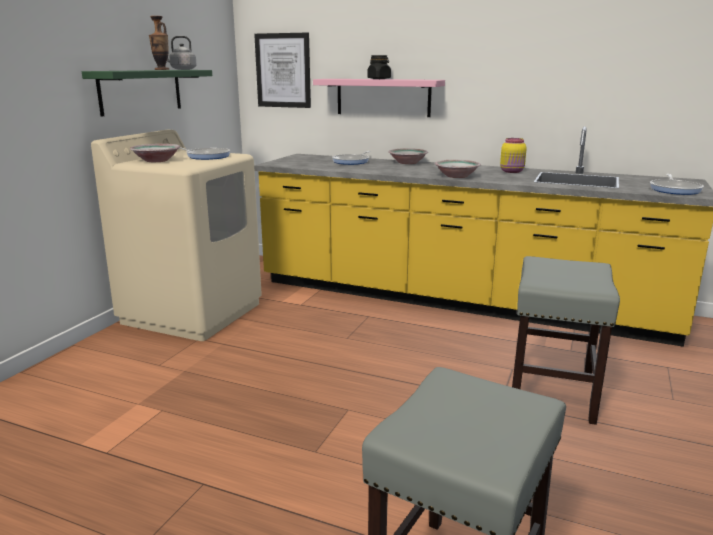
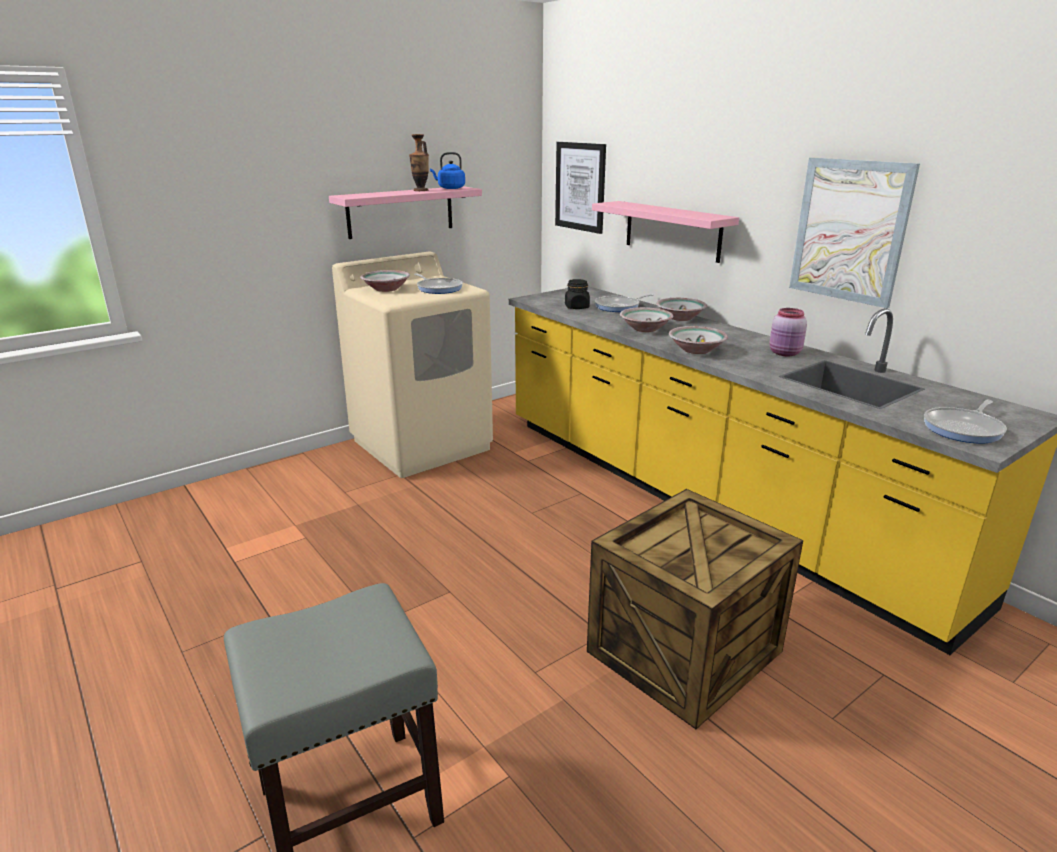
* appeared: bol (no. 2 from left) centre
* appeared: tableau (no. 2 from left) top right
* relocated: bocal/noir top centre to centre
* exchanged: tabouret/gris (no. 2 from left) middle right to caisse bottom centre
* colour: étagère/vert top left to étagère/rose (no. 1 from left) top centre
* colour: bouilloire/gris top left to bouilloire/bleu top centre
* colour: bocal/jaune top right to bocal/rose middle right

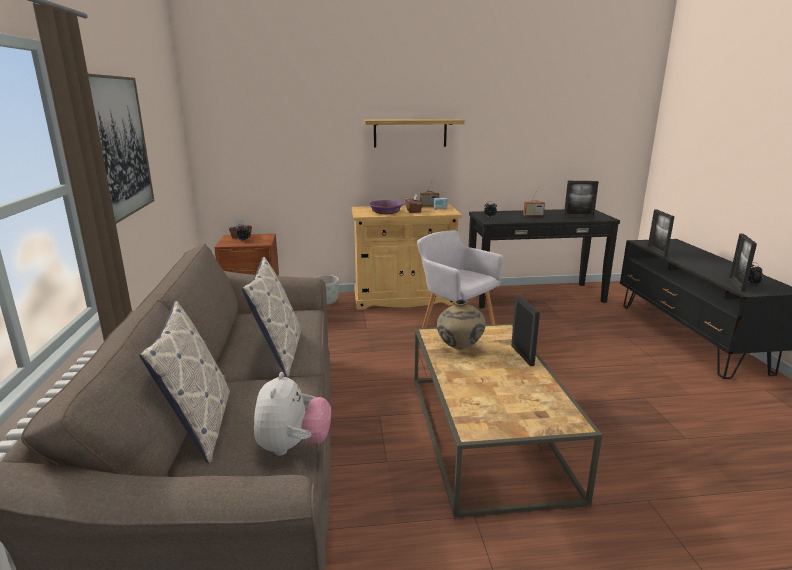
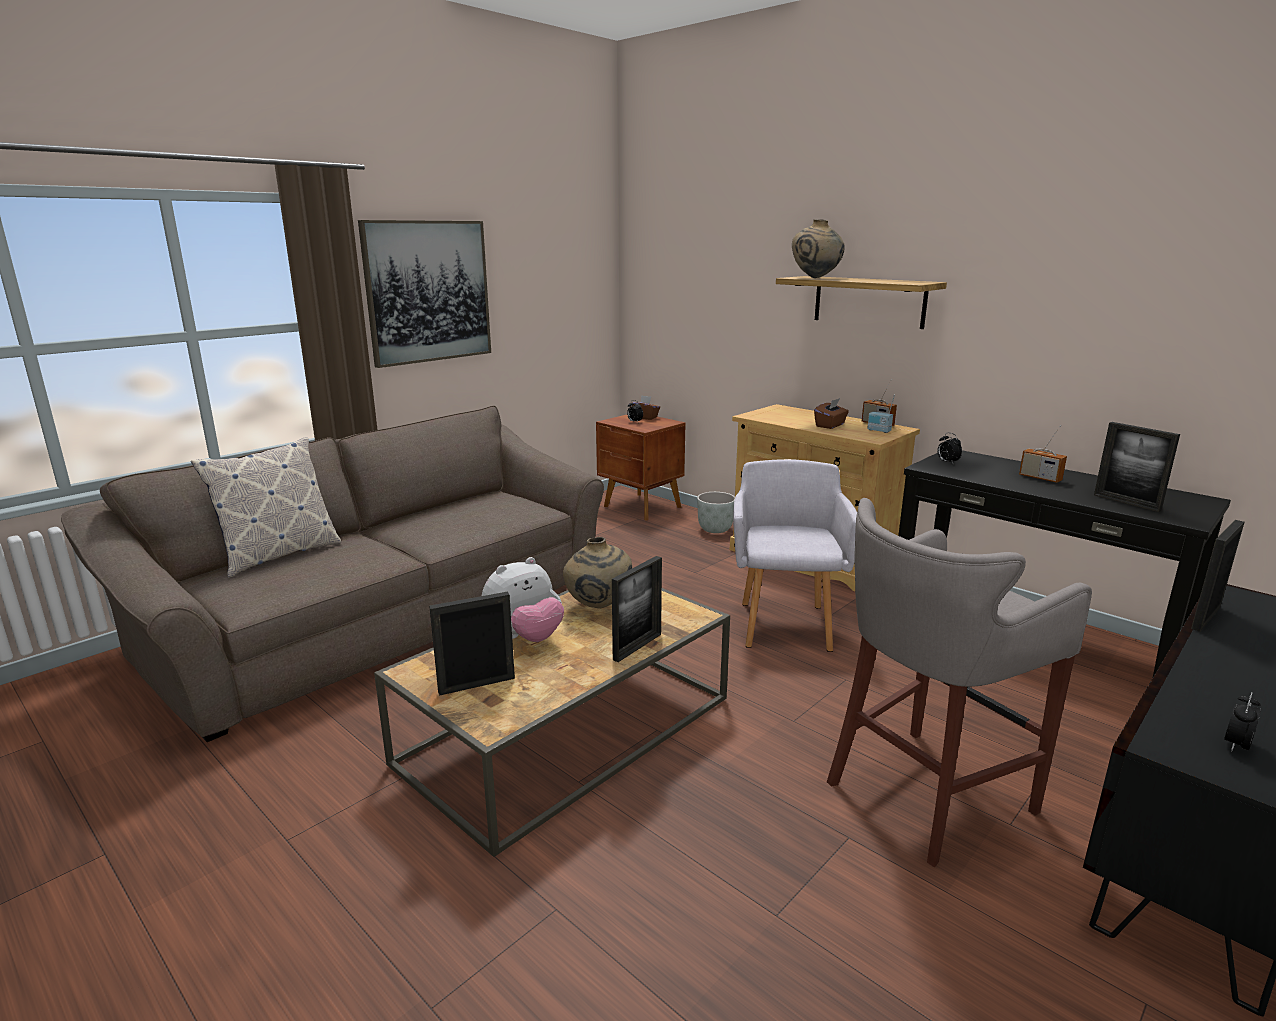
* missing: coussin (no. 2 from left) centre
* missing: bol/violet centre
* appeared: vase/beige (no. 2 from left) top centre
* appeared: tabouret/gris bottom right
* relocated: peluche bottom centre to centre
* relocated: cadre photo (no. 4 from left in the first image) middle right to cadre photo (no. 1 from left) centre

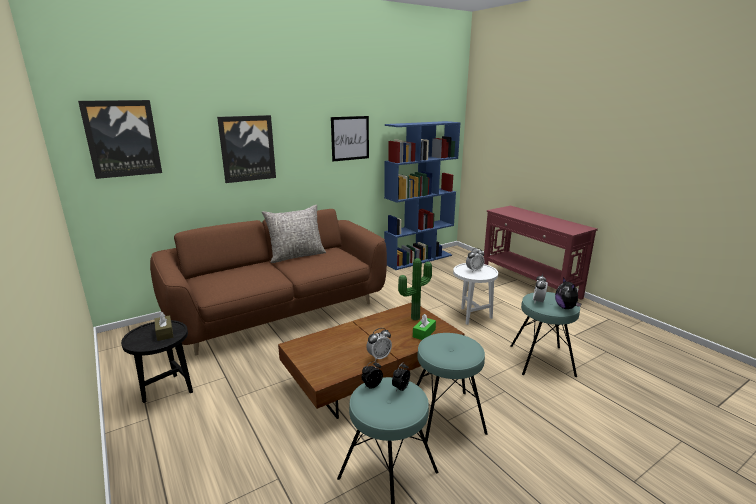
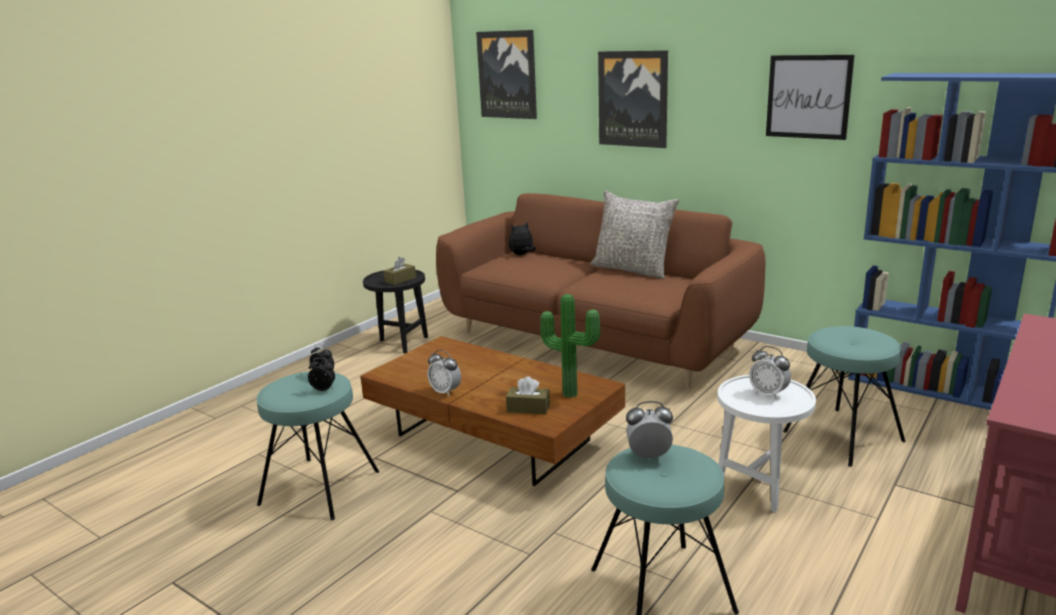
* relocated: tabouret/turquoise (no. 2 from left in the first image) bottom centre to tabouret/turquoise (no. 3 from left) middle right
* relocated: peluche middle right to centre
* colour: boîte à mouchoirs/vert centre to boîte à mouchoirs/marron (no. 2 from left) centre

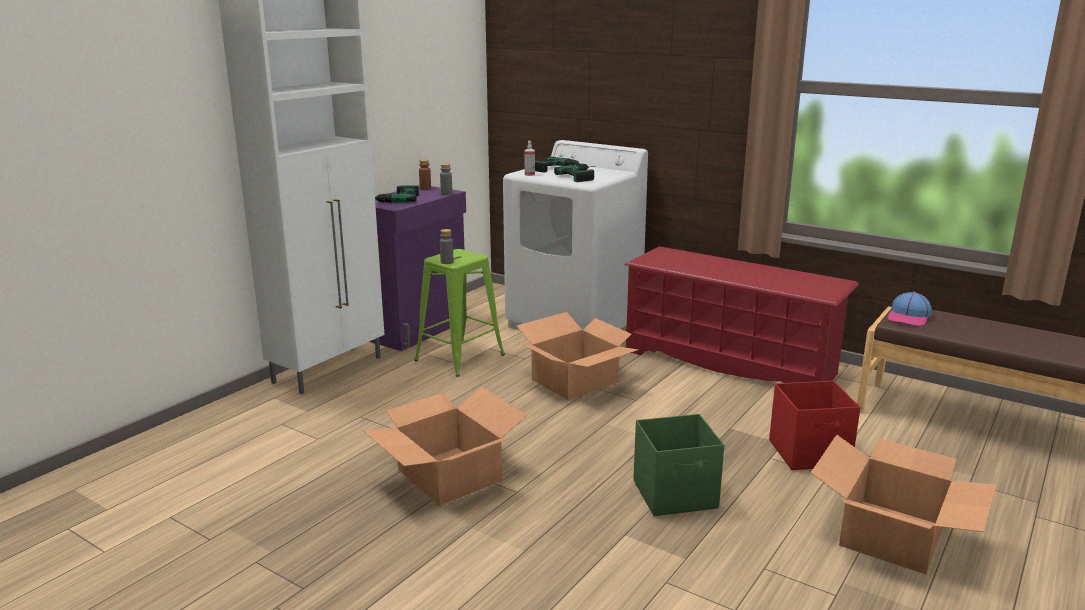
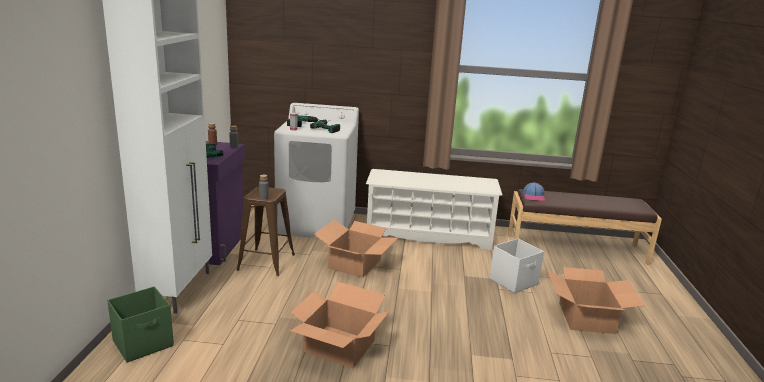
* relocated: boîte de rangement/vert bottom centre to bottom left
* colour: tabouret/vert centre to tabouret/marron centre
* colour: étagère à chaussures/rouge middle right to étagère à chaussures/blanc centre
* colour: boîte de rangement/rouge bottom right to boîte de rangement/blanc bottom right

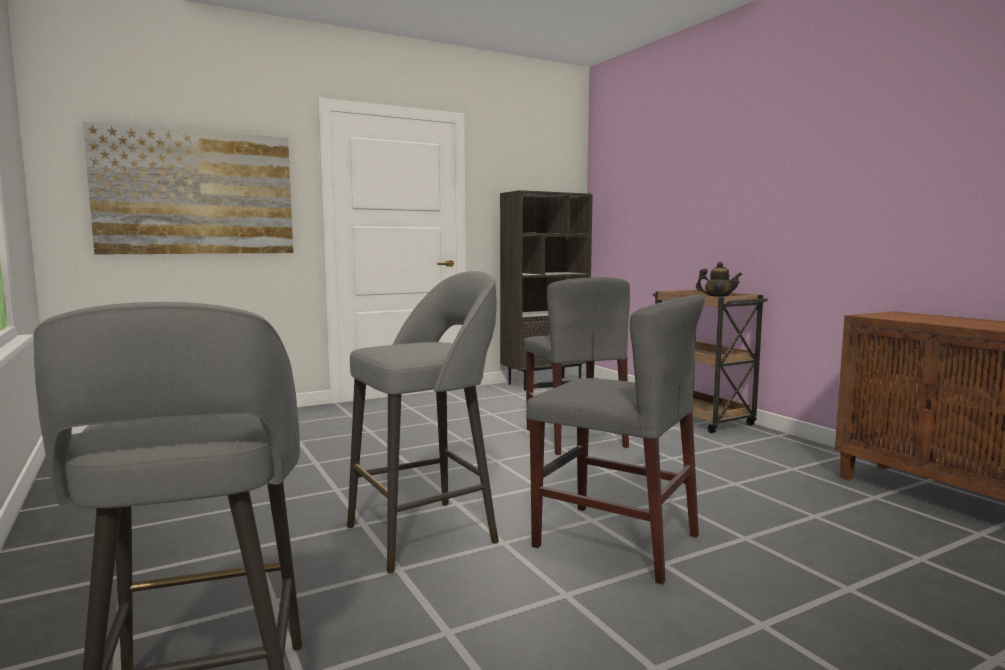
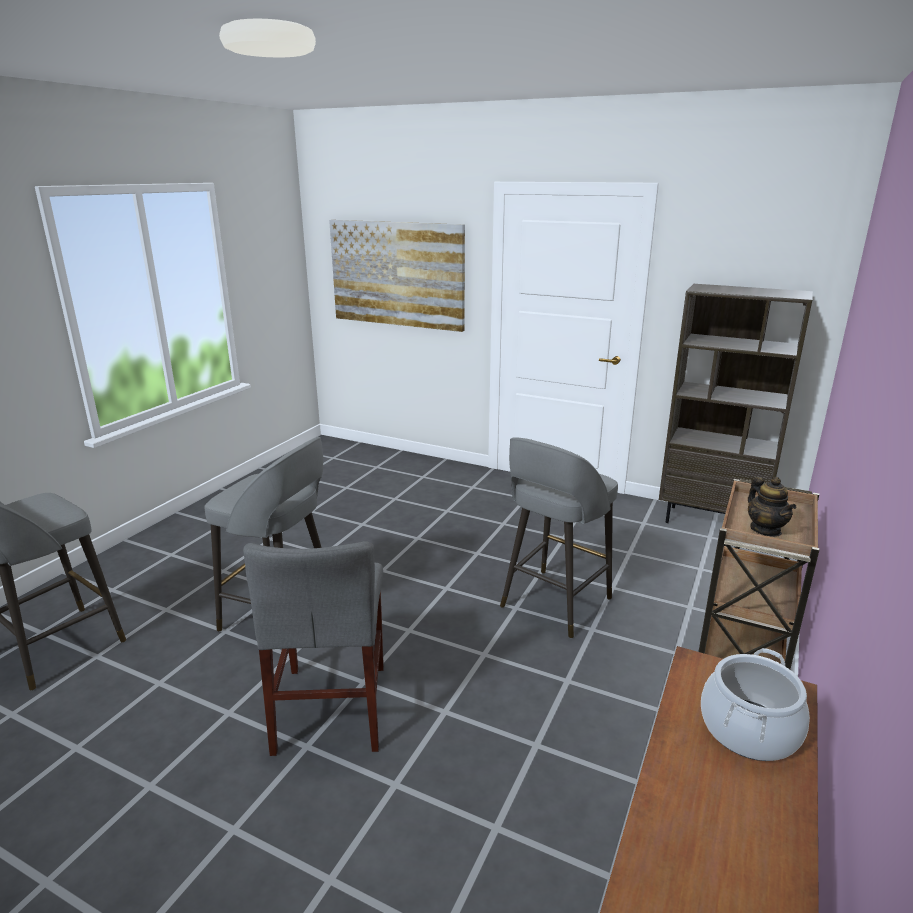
* appeared: marmite bottom right
* exchanged: chaise/gris (no. 1 from left) centre to tabouret/gris (no. 3 from left) centre

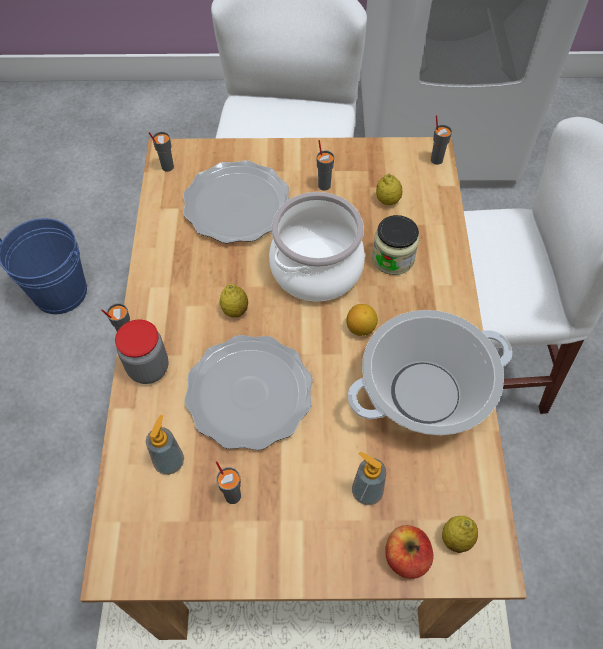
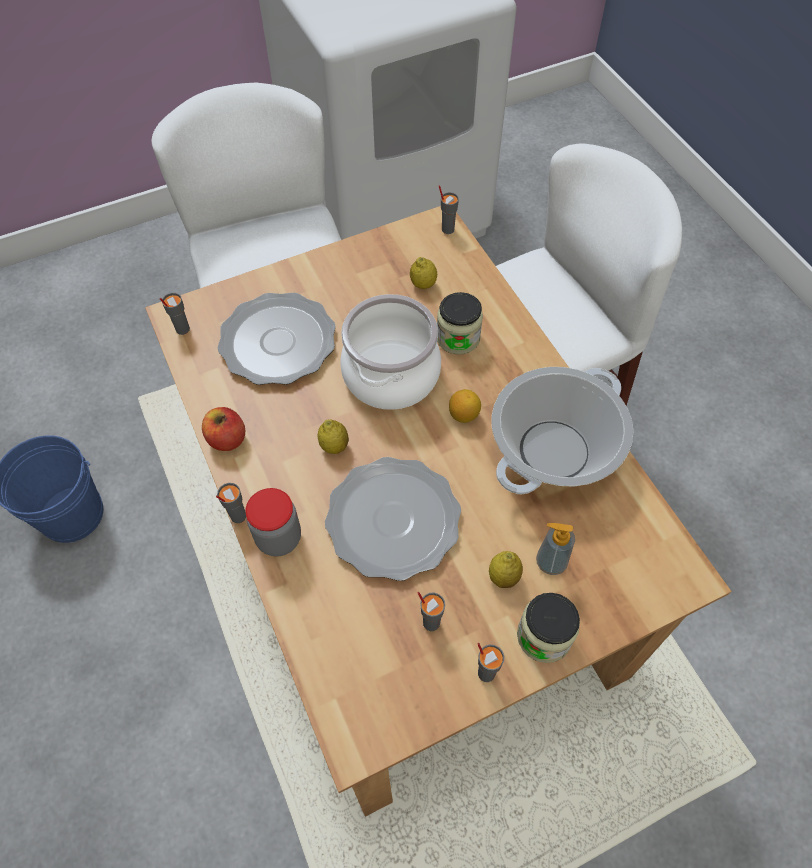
* missing: distributeur de savon (no. 1 from left) bottom left
* appeared: bocal (no. 3 from left) bottom right
* relocated: tasse/gris (no. 4 from left in the first image) top centre to tasse/gris (no. 5 from left) bottom centre
* relocated: pomme bottom right to middle left
* relocated: citron (no. 4 from left) bottom right to centre

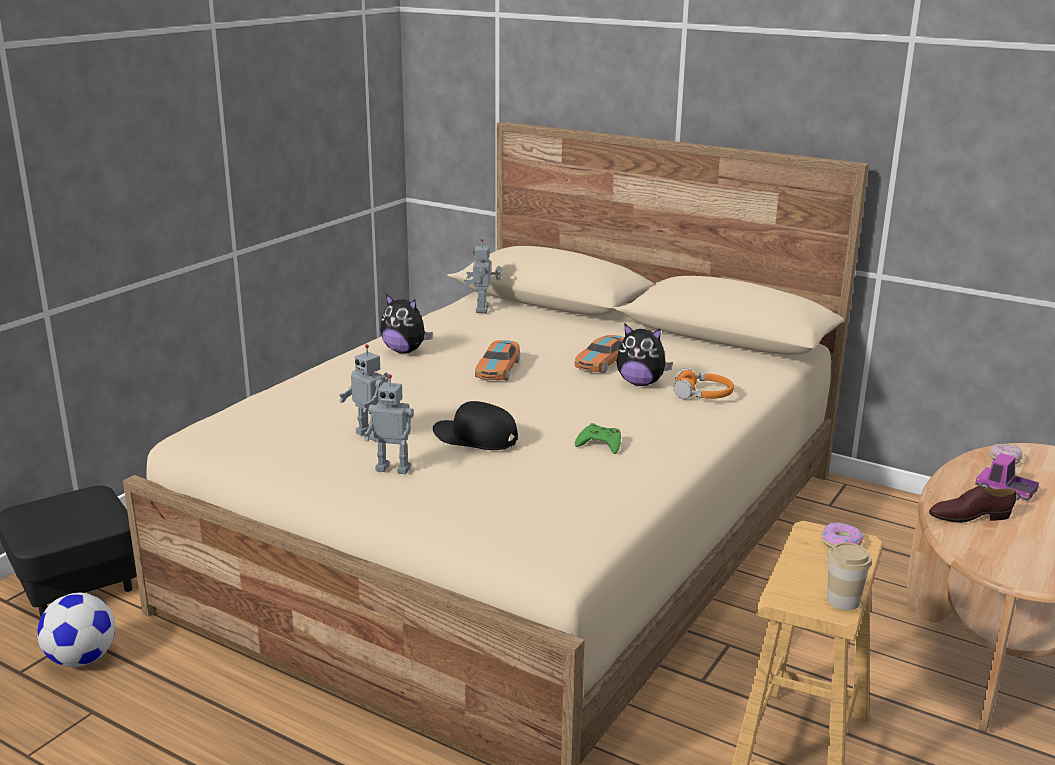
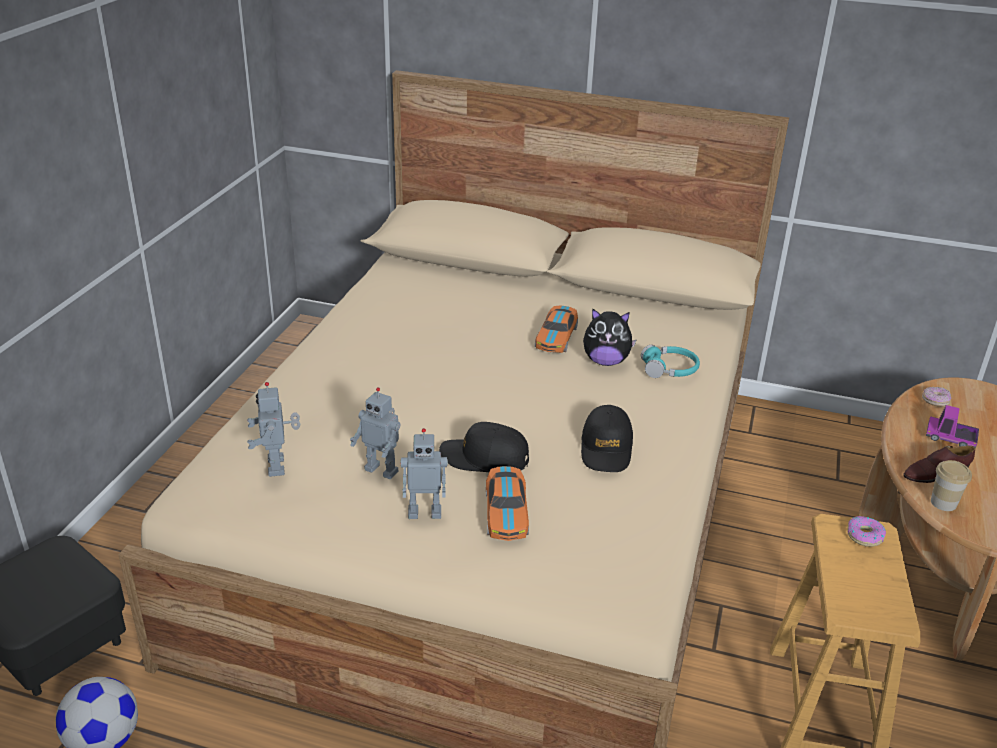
* missing: peluche (no. 1 from left) centre
* relocated: robot jouet (no. 3 from left in the first image) centre to robot jouet (no. 1 from left) middle left
* relocated: petite voiture (no. 1 from left) centre to bottom centre
* relocated: tasse bottom right to middle right
* exchanged: manette/vert centre to casquette/noir (no. 2 from left) centre
* colour: casque audio/orange middle right to casque audio/turquoise middle right

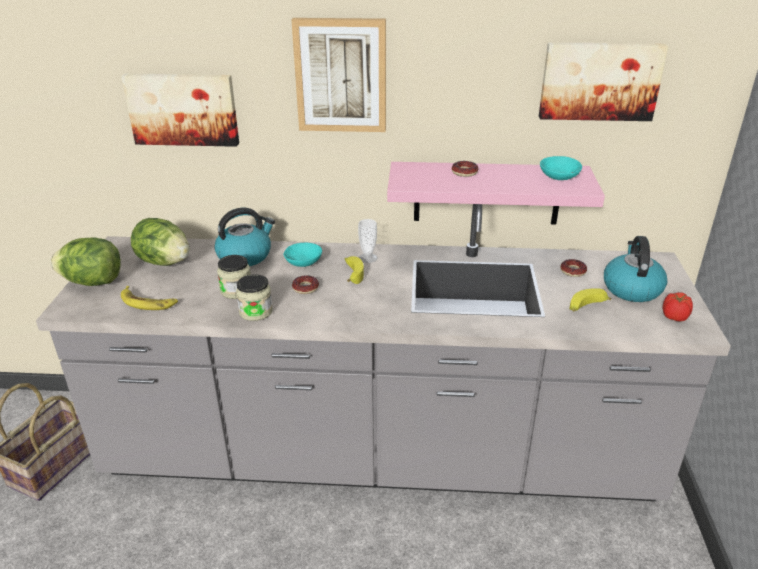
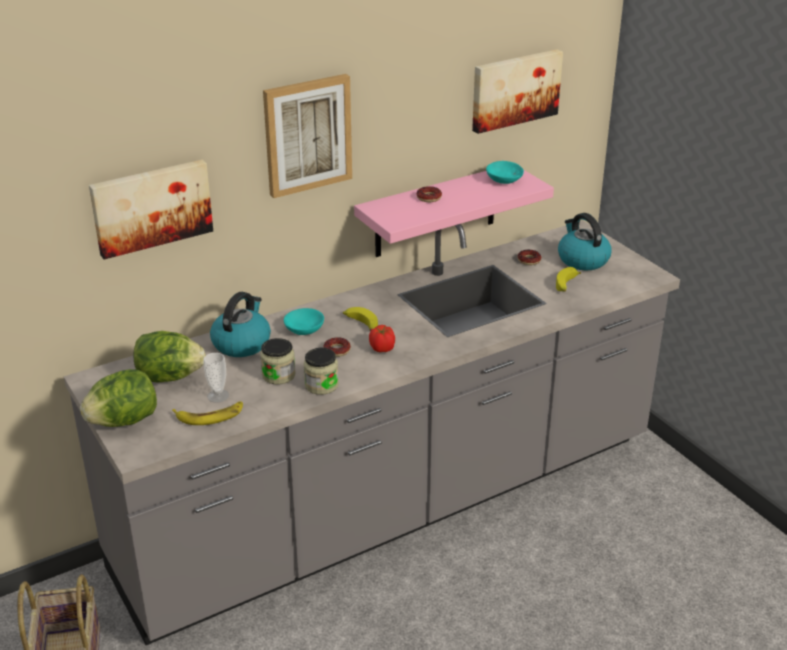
* relocated: tasse centre to middle left
* relocated: tomate middle right to centre

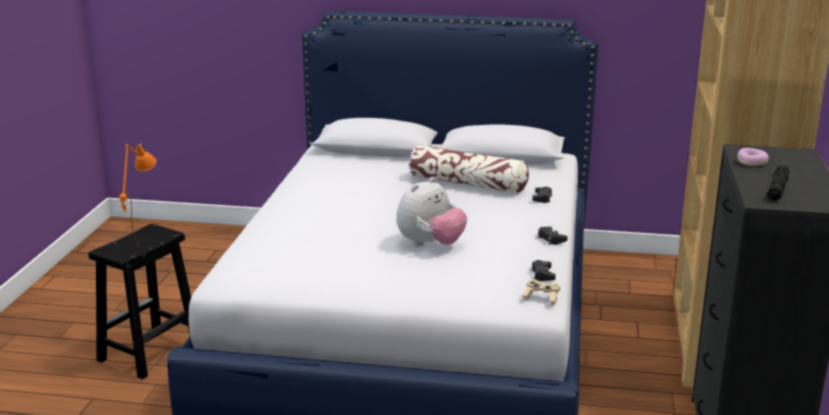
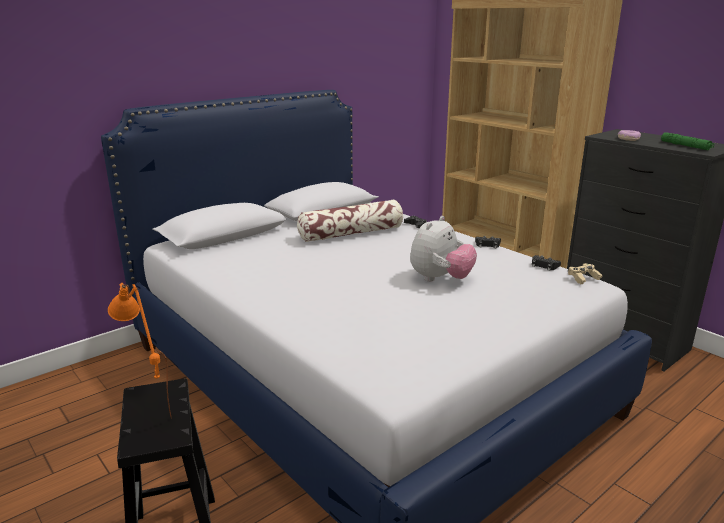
* colour: lampe de poche/noir middle right to lampe de poche/vert top right
* spun: peluche centre = centre 45 degrees clockwise

